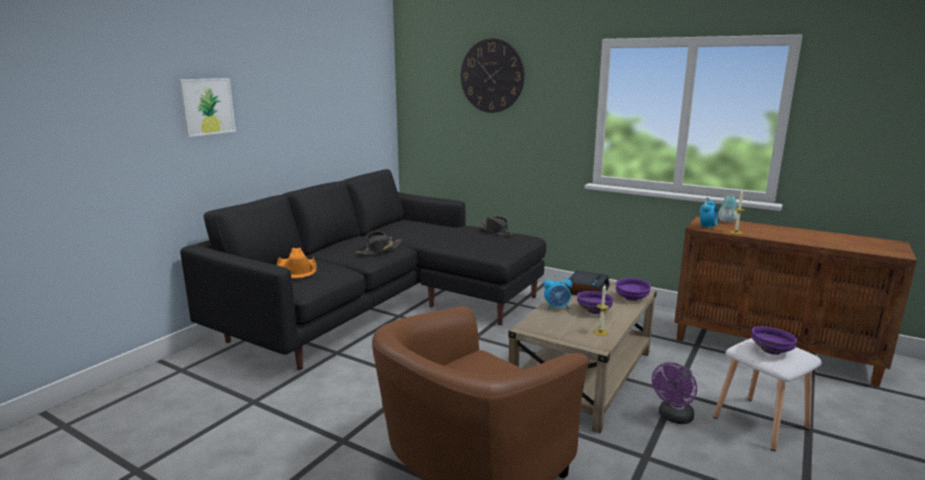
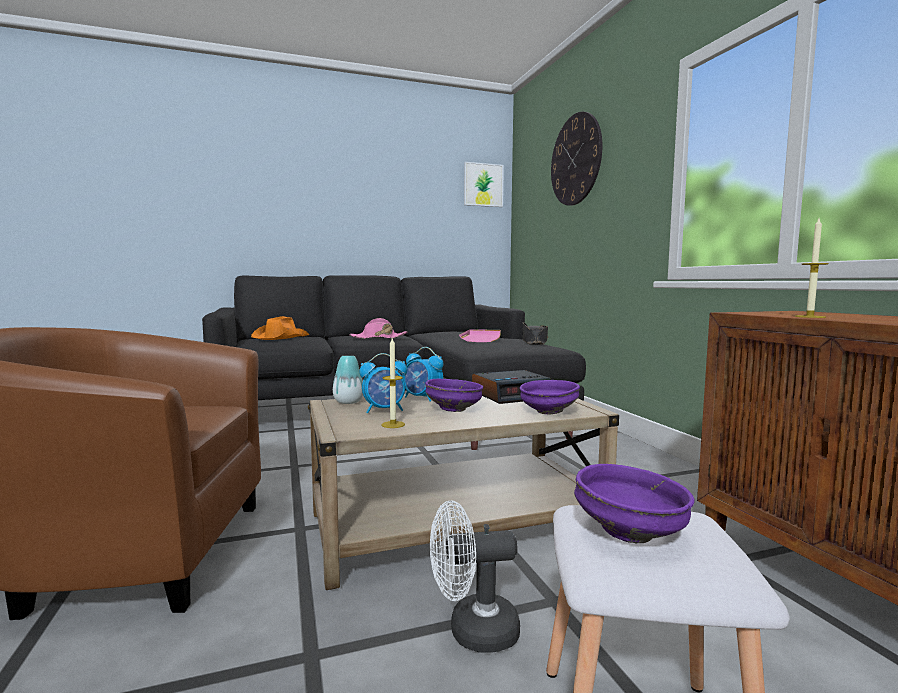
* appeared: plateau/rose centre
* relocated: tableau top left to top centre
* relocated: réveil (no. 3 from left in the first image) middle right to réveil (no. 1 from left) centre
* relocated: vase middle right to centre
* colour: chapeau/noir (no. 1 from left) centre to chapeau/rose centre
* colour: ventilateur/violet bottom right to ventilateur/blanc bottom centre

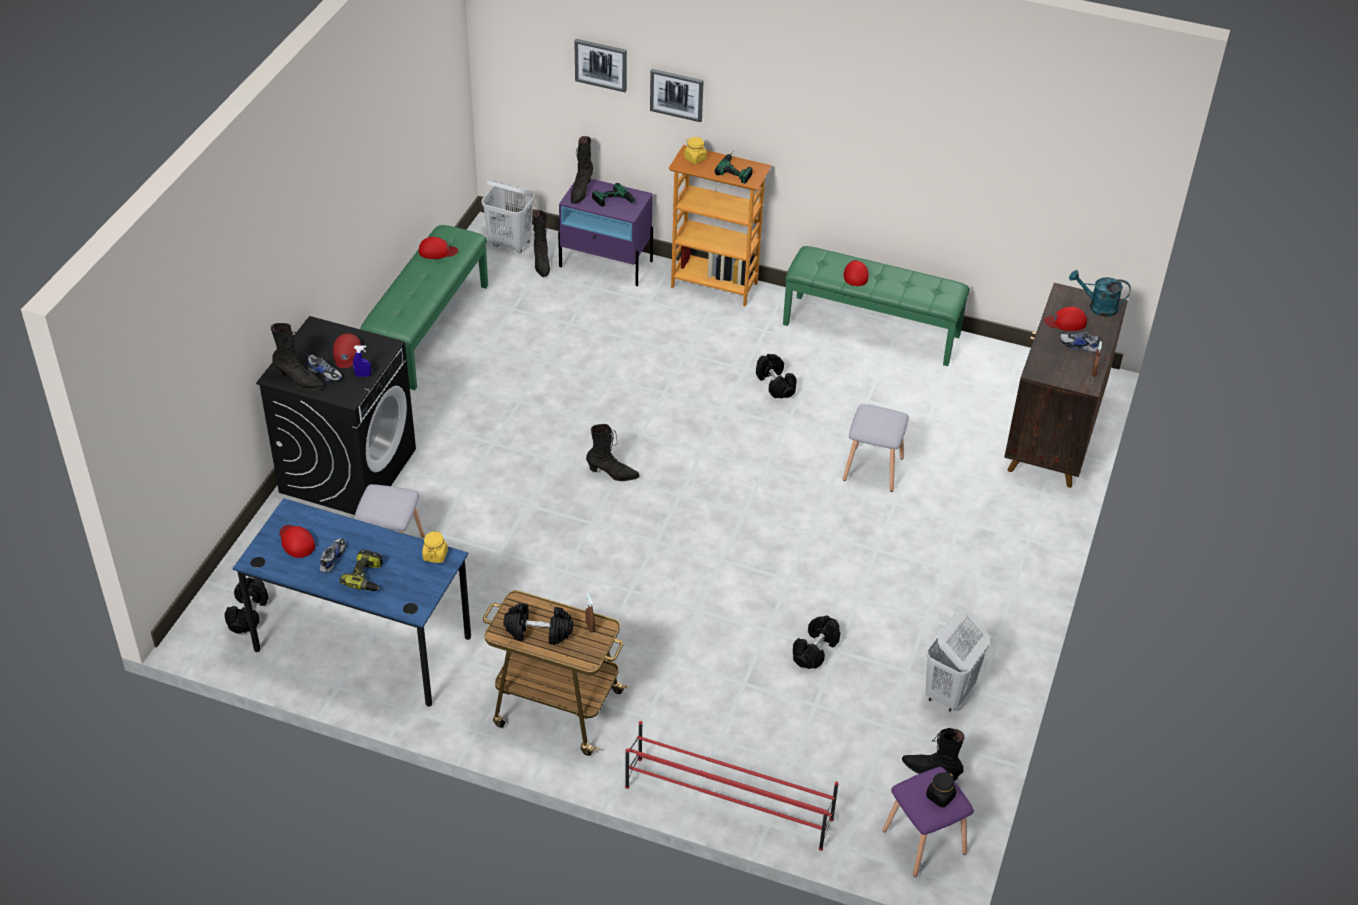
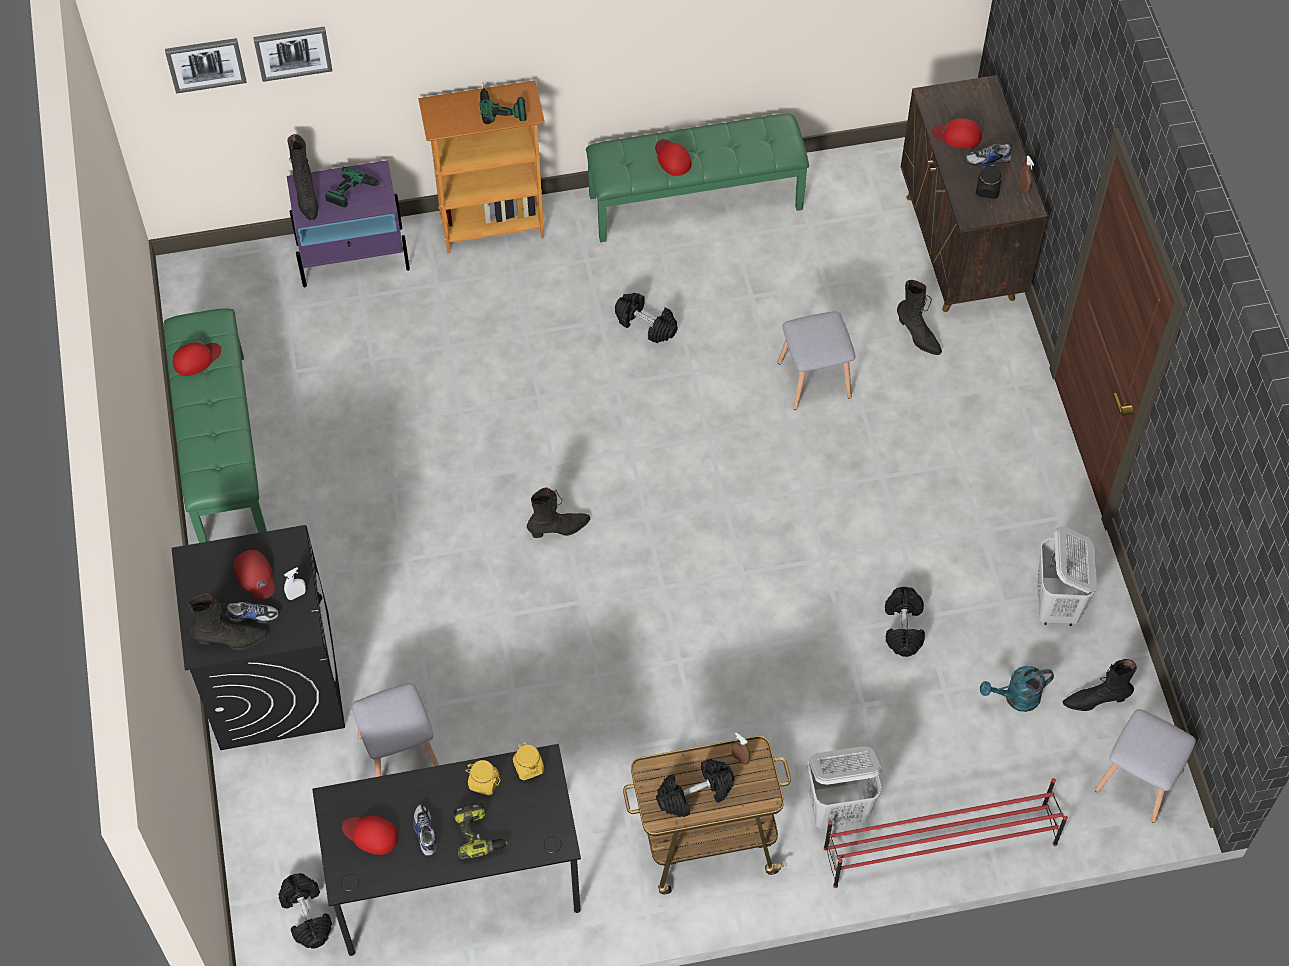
* relocated: panier à linge/blanc (no. 1 from left) top centre to bottom centre
* relocated: botte/noir (no. 2 from left in the first image) top centre to botte/noir (no. 4 from left) top right
* relocated: tableau (no. 2 from left in the first image) top centre to tableau (no. 1 from left) top left
* relocated: bocal/jaune (no. 2 from left in the first image) top centre to bocal/jaune (no. 1 from left) bottom centre
* relocated: bocal/noir bottom right to top right
* relocated: arrosoir/turquoise top right to bottom right
* colour: bureau/bleu middle left to bureau/noir bottom centre
* colour: vaporisateur/bleu middle left to vaporisateur/blanc middle left
* colour: tabouret/violet bottom right to tabouret/gris (no. 3 from left) bottom right
* spun: casquette/rouge (no. 5 from left) middle right = top right 45 degrees clockwise

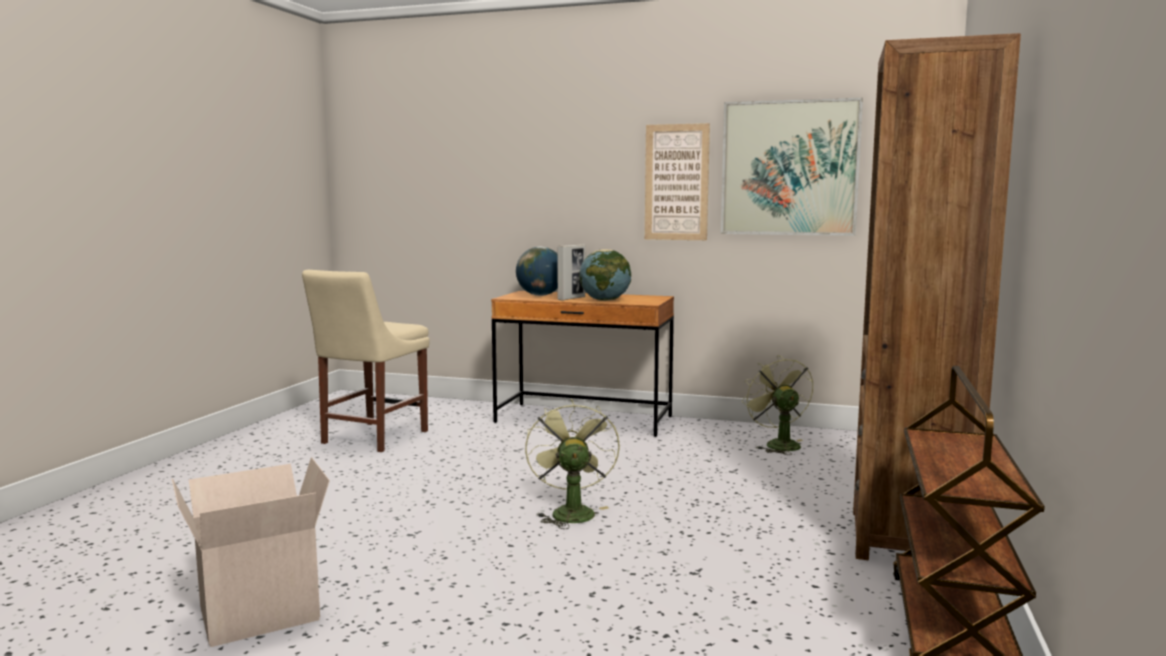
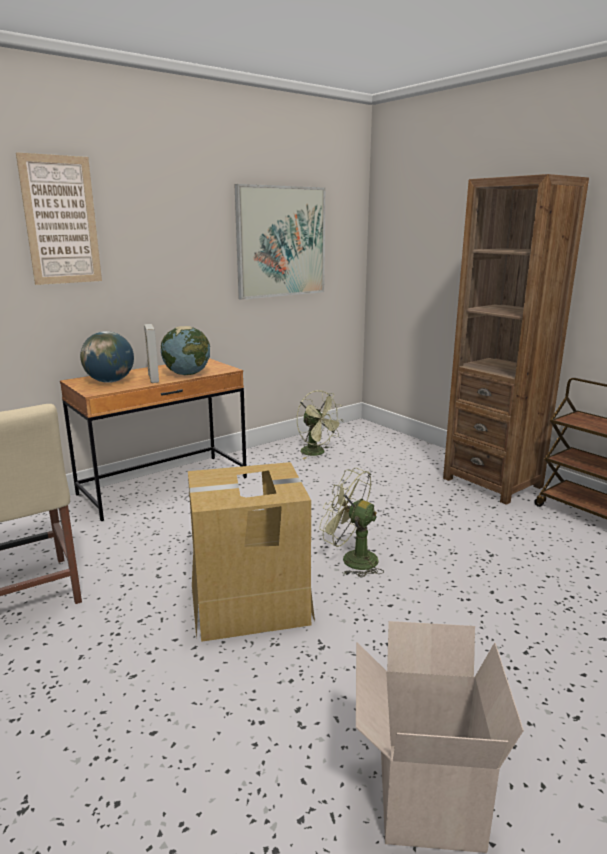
* appeared: carton (no. 1 from left) centre
* relocated: tableau (no. 1 from left) top centre to top left
* spun: ventilateur/vert (no. 2 from left in the first image) middle right = centre 150 degrees counterclockwise

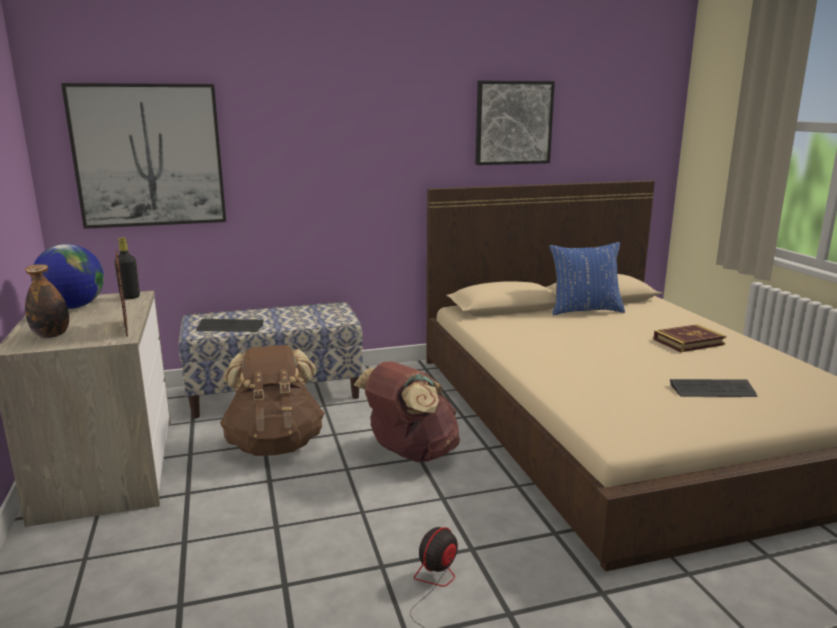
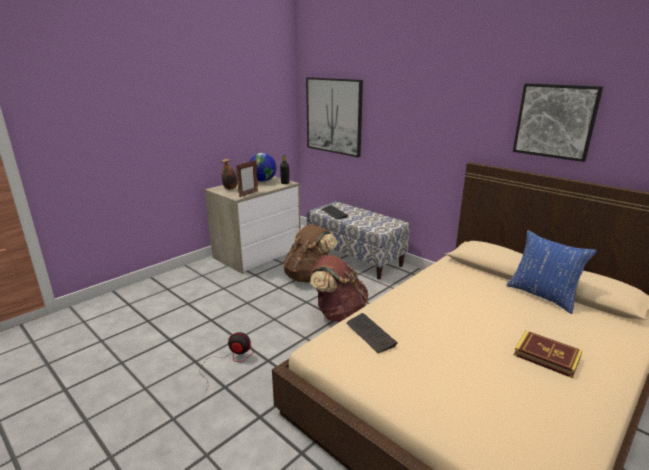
* relocated: clavier (no. 2 from left) middle right to bottom centre

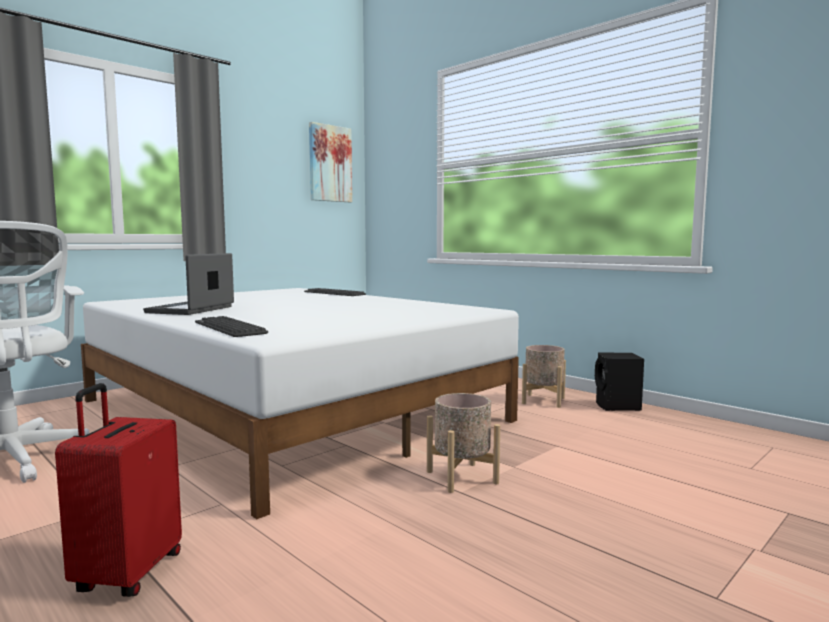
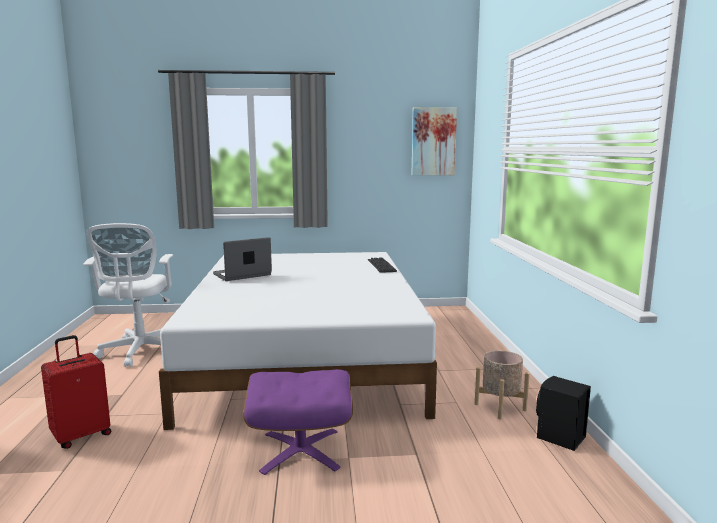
* missing: clavier (no. 1 from left) middle left
* exchanged: cache-pot/beige (no. 1 from left) bottom centre to pouf/violet bottom centre

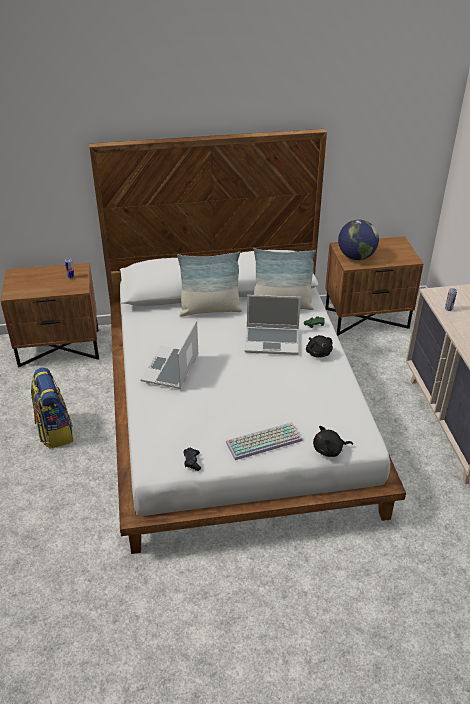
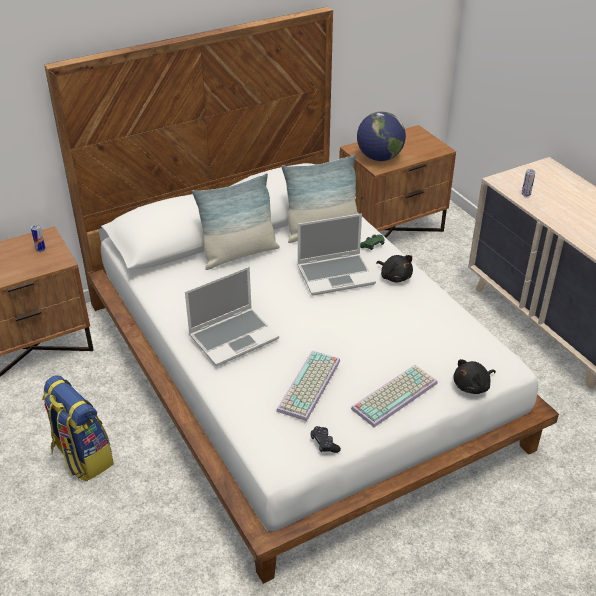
* appeared: clavier (no. 1 from left) centre
* spun: ordinateur portable (no. 1 from left) centre = centre 120 degrees counterclockwise

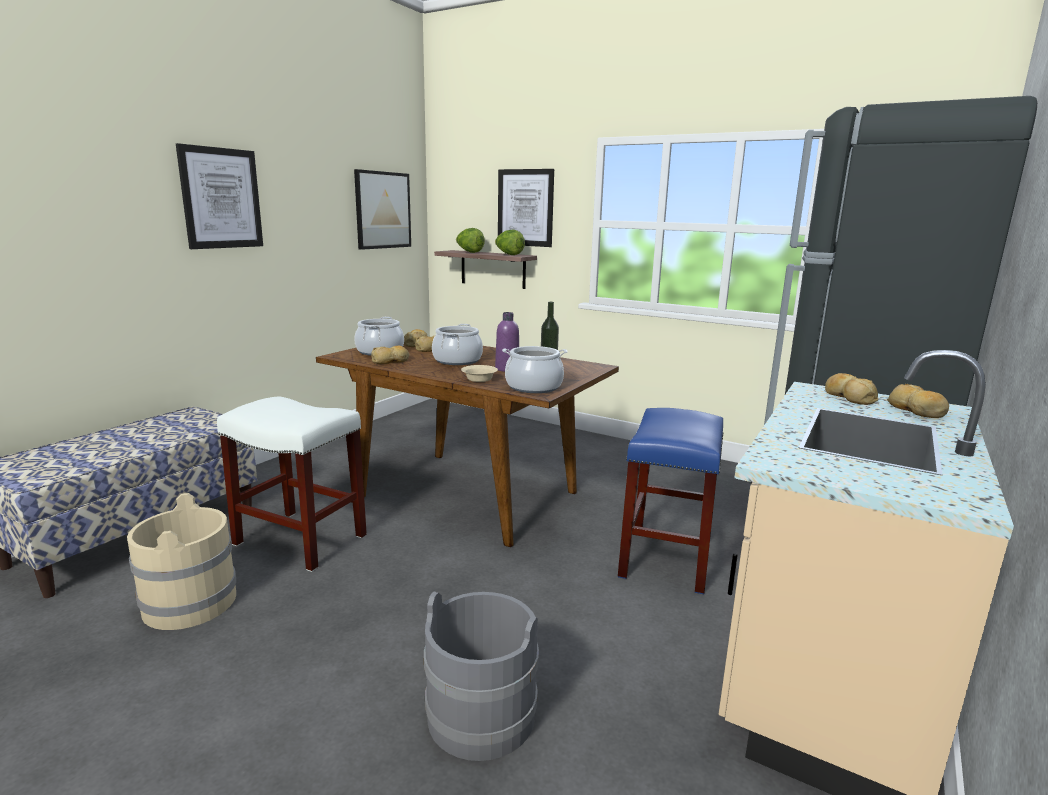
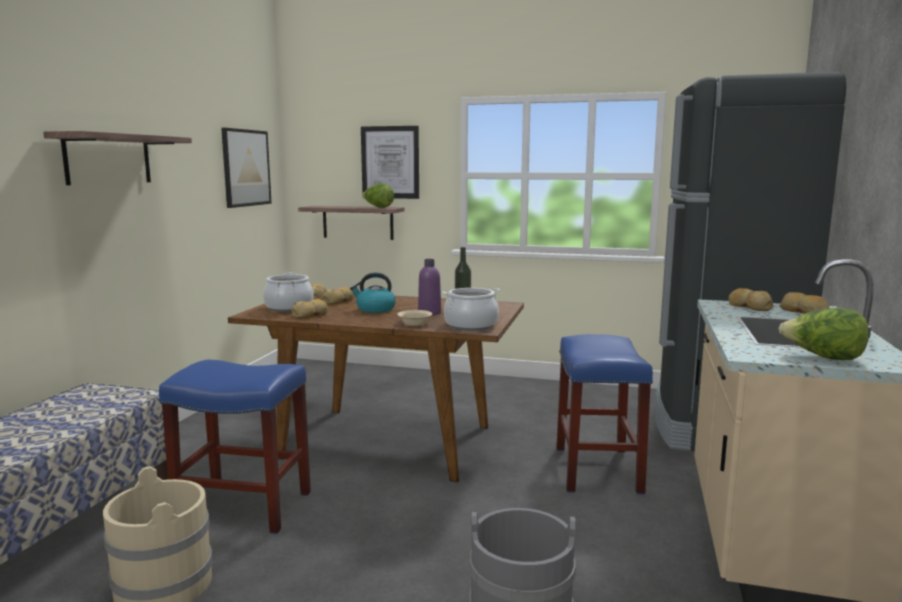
* relocated: laitue (no. 1 from left in the first image) top centre to laitue (no. 2 from left) middle right
* exchanged: tableau (no. 1 from left) top left to étagère (no. 1 from left) top left
* exchanged: marmite (no. 2 from left) centre to bouilloire centre
* colour: tabouret/blanc middle left to tabouret/bleu (no. 1 from left) bottom left

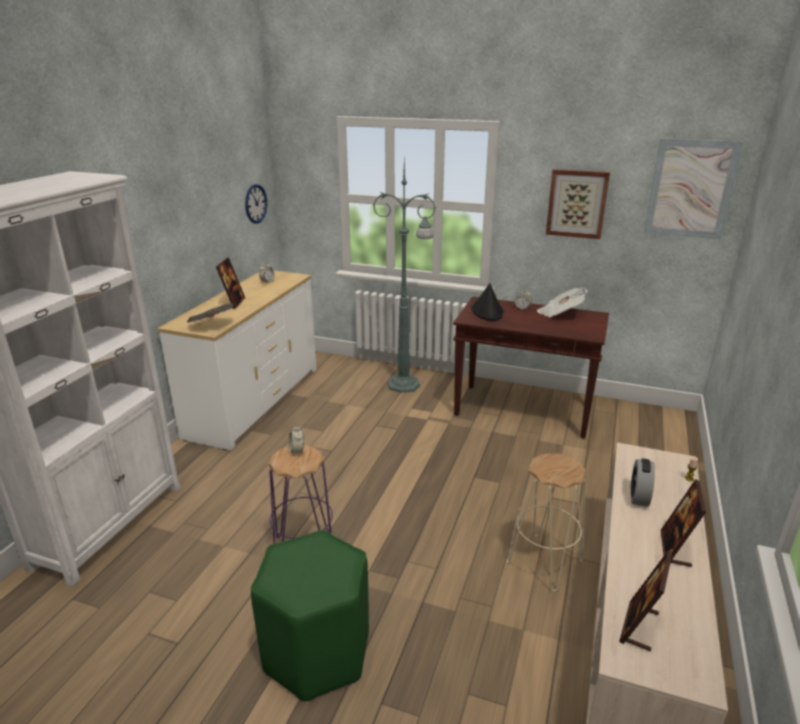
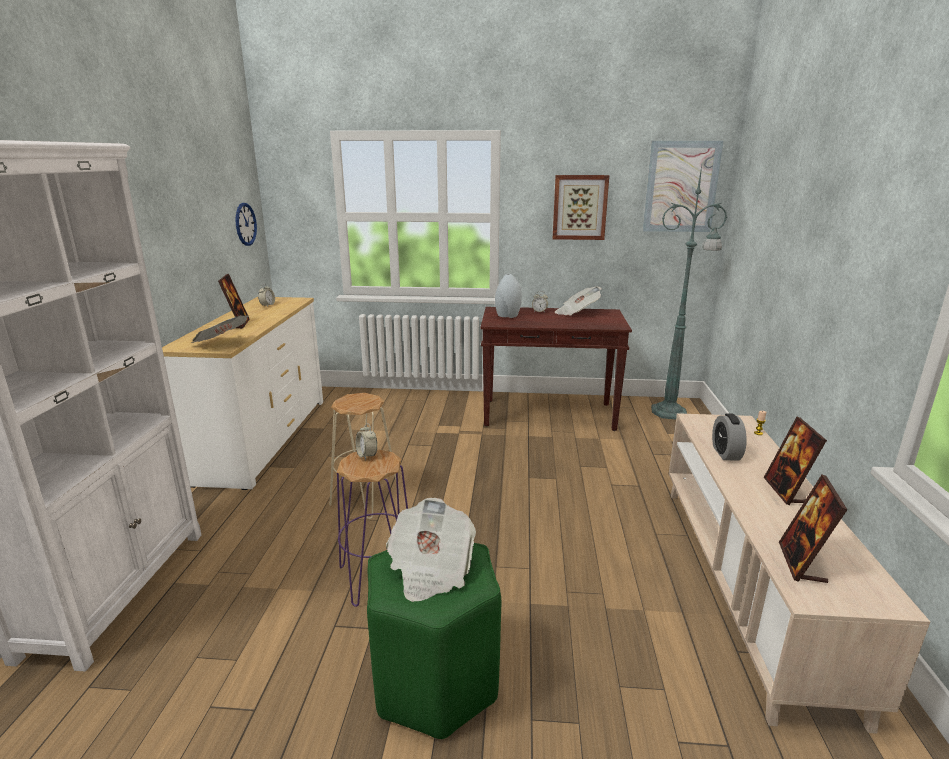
* appeared: journal (no. 2 from left) bottom centre
* relocated: lampadaire/vert centre to middle right
* relocated: tabouret/beige bottom right to centre
* exchanged: chapeau/noir centre to vase/gris centre

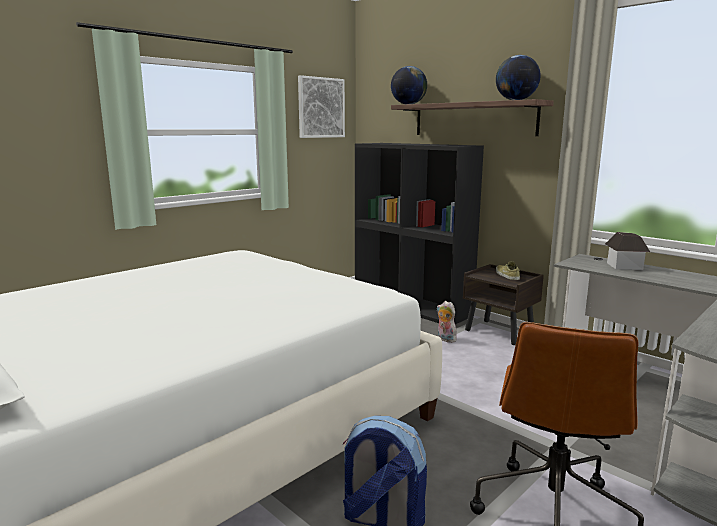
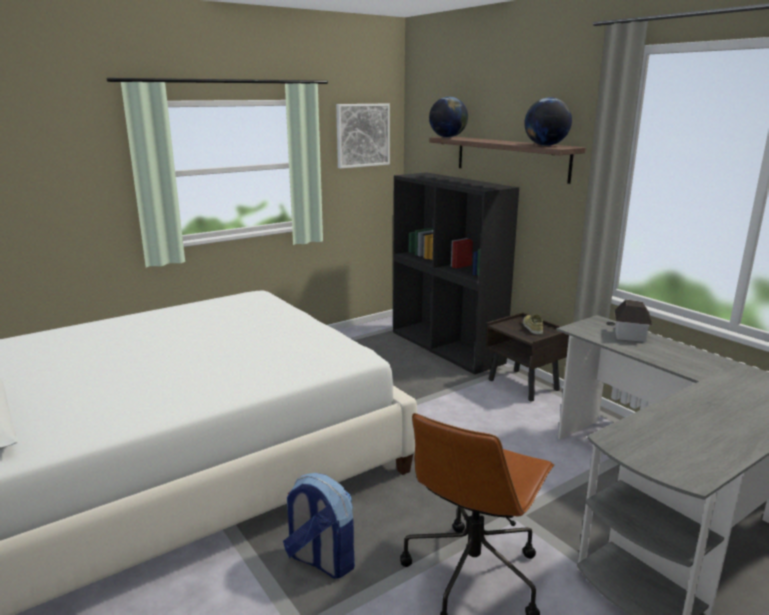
* missing: peluche centre

